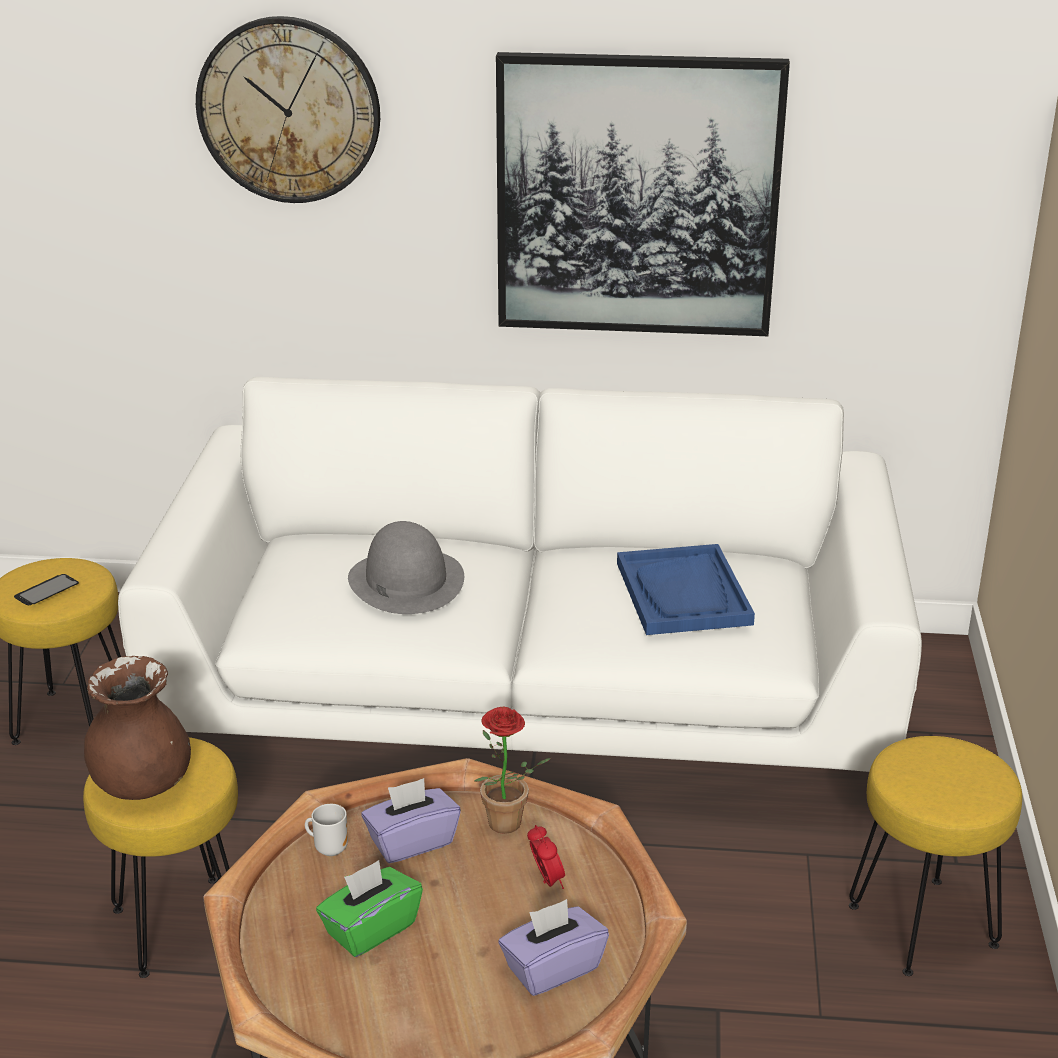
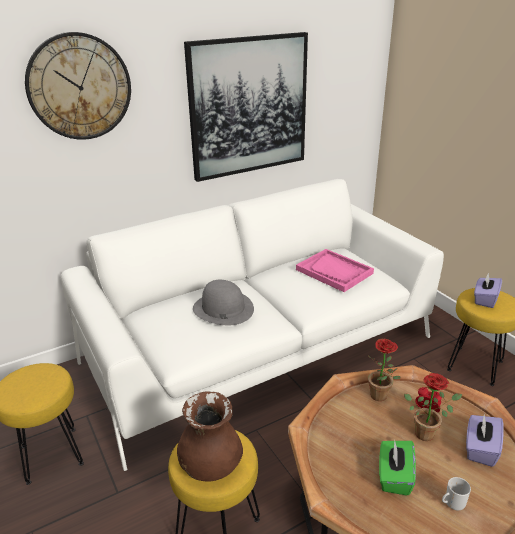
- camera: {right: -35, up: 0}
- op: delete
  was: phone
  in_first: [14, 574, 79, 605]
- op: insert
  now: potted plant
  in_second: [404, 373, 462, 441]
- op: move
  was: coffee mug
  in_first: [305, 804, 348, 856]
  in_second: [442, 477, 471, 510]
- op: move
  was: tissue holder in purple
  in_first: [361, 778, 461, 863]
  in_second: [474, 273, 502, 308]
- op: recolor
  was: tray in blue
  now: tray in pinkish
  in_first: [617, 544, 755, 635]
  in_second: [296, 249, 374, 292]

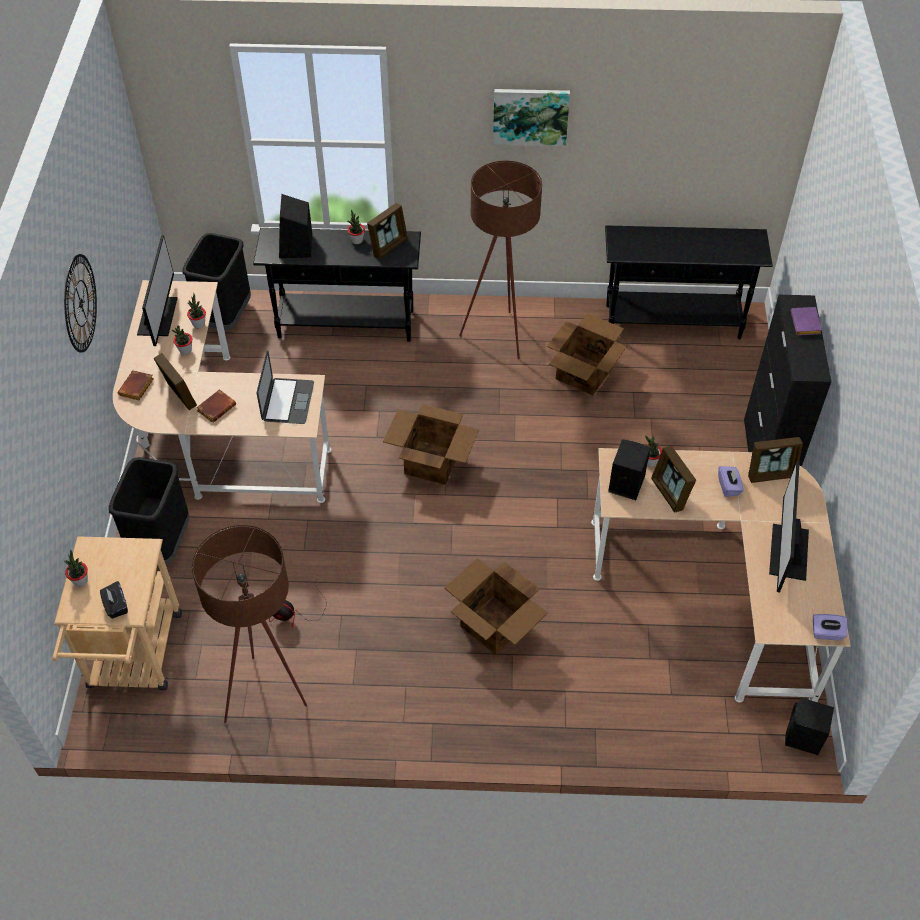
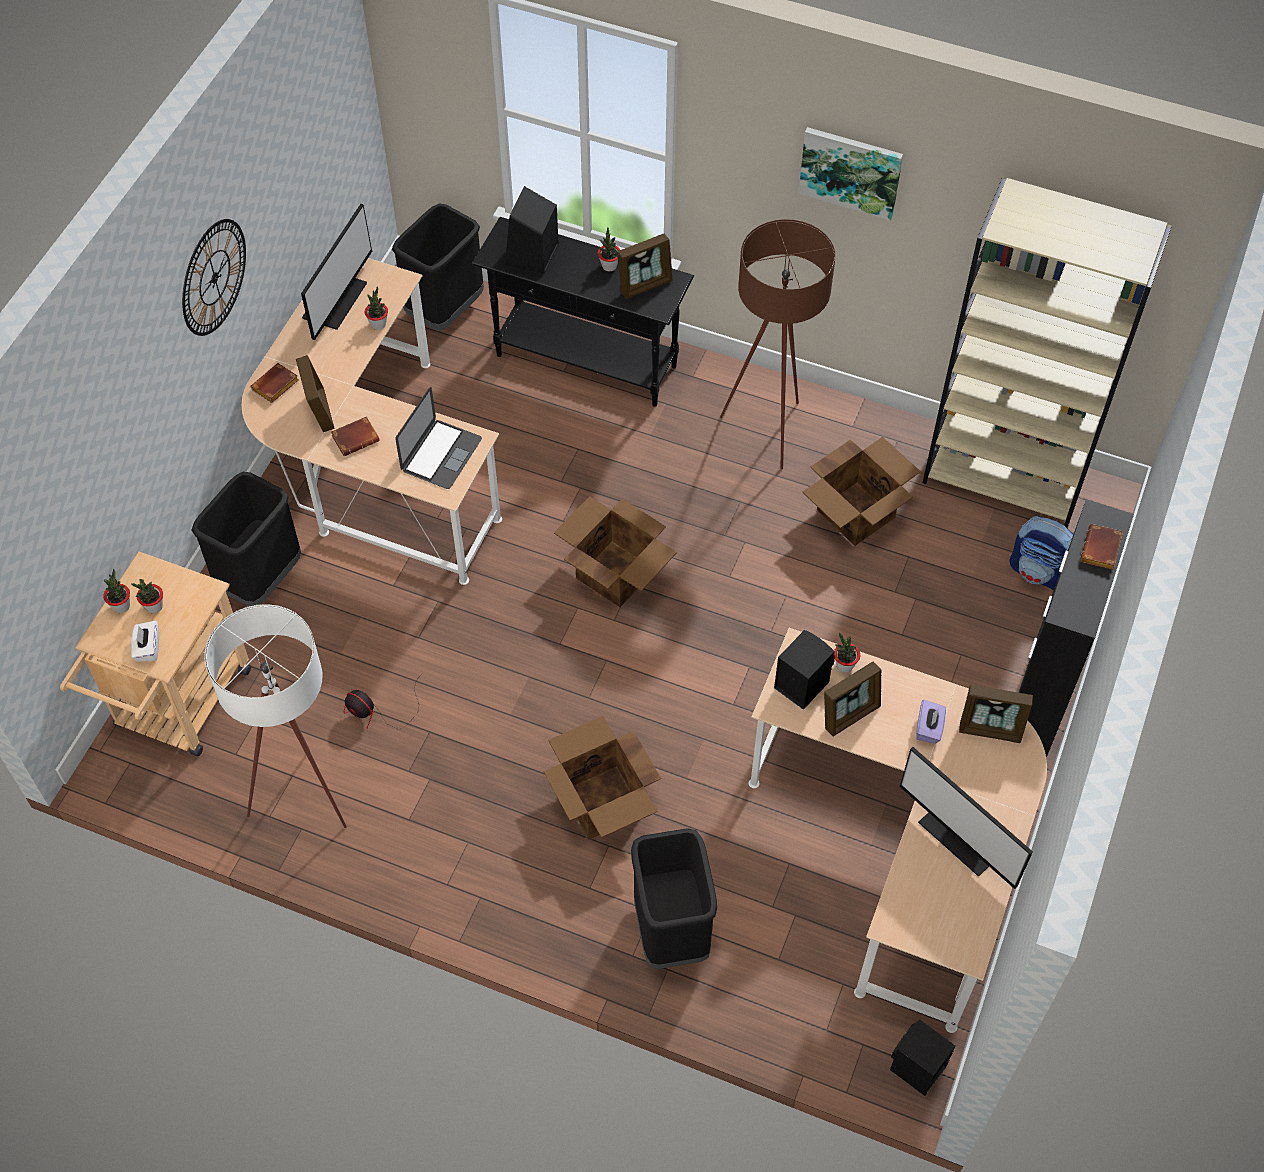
- camera: {right: 20, up: 5}
- op: delete
  was: tissue holder in purple
  in_first: [813, 614, 847, 640]
- op: insert
  now: waste bin in black
  in_second: [631, 828, 717, 969]
- op: insert
  now: rucksack
  in_second: [1009, 516, 1073, 590]
- op: move
  was: potted plant
  in_first: [172, 326, 192, 355]
  in_second: [131, 579, 163, 613]
- op: replace
  was: console table in black
  now: shelving unit in sand-coloured
  in_first: [605, 225, 773, 339]
  in_second: [922, 178, 1172, 528]
- op: recolor
  was: tissue holder in black
  now: tissue holder in white
  in_first: [100, 581, 128, 618]
  in_second: [131, 620, 159, 662]
- op: recolor
  was: standard lamp in brown-coloured
  now: standard lamp in white
  in_first: [192, 525, 307, 723]
  in_second: [204, 604, 347, 828]
- op: recolor
  was: book in purple
  now: book in brown-coloured
  in_first: [791, 307, 822, 335]
  in_second: [1080, 524, 1123, 570]
- op: rotate
  was: picture frame
  in_first: [651, 446, 696, 512]
  in_second: [824, 661, 881, 737]
  clockwise: -120
- op: rotate
  was: computer display
  in_first: [769, 461, 809, 592]
  in_second: [900, 747, 1033, 889]
  clockwise: -75

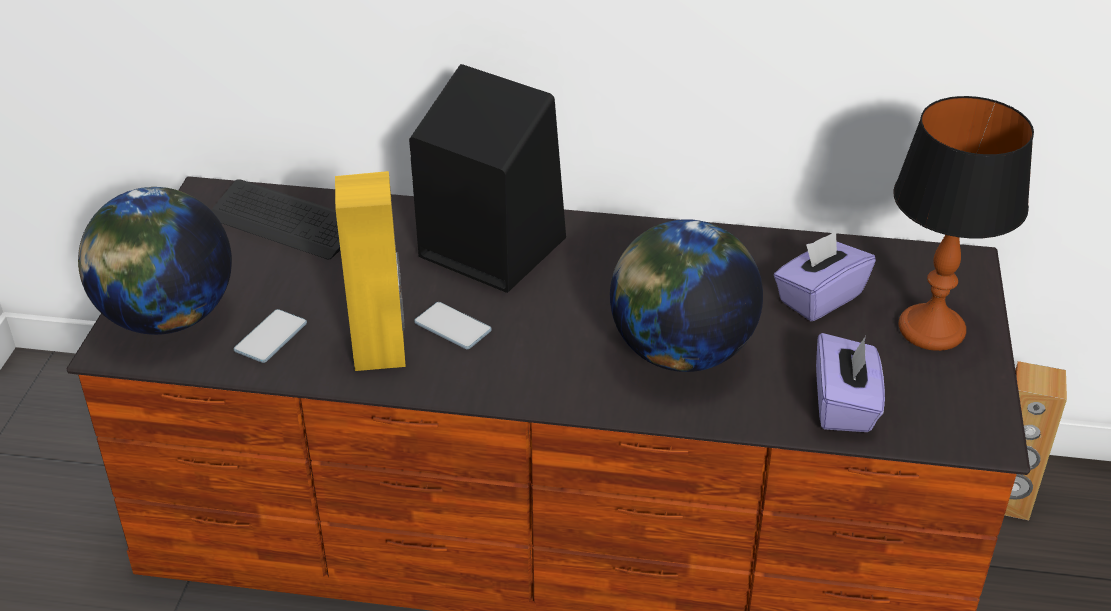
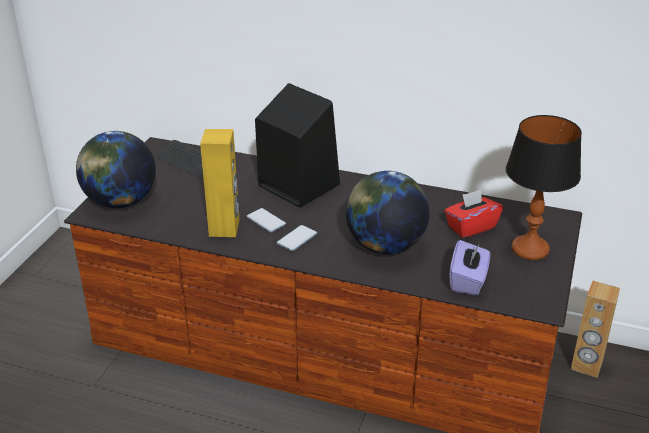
- camera: {right: 10, up: -5}
- op: move
  was: phone
  in_first: [234, 309, 307, 363]
  in_second: [277, 225, 317, 251]
- op: recolor
  was: tissue holder in purple
  now: tissue holder in reddish
  in_first: [774, 231, 876, 321]
  in_second: [444, 190, 503, 238]

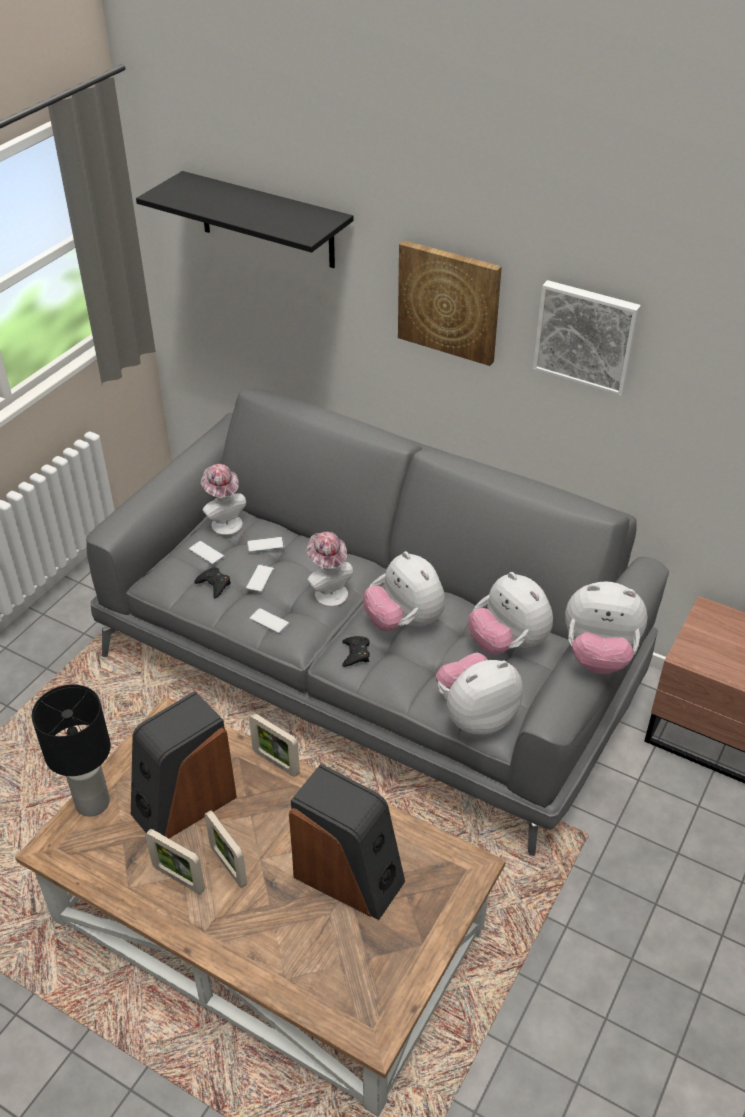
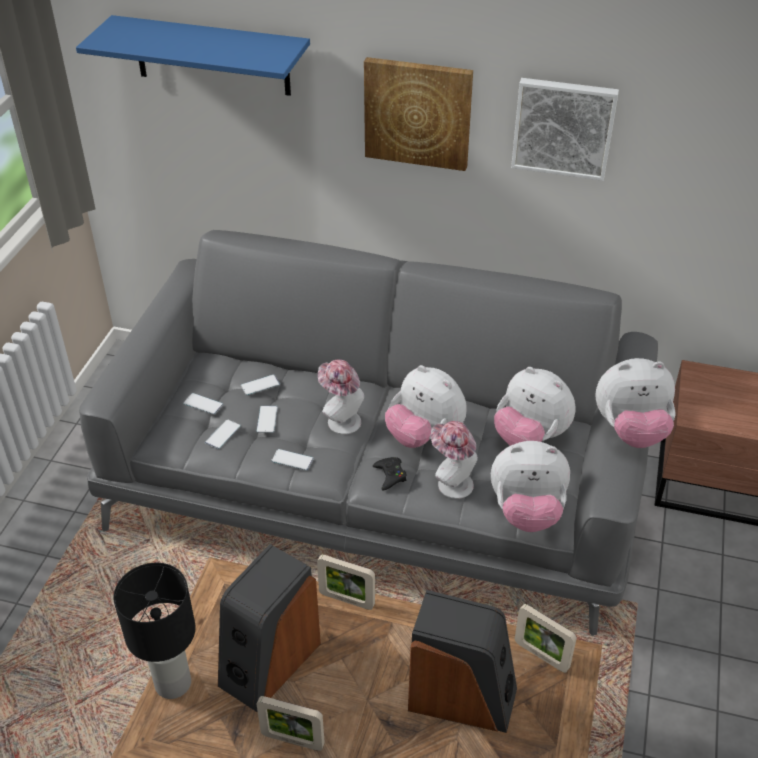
- camera: {right: -15, up: 0}
- op: move
  was: hat
  in_first: [201, 464, 246, 535]
  in_second: [431, 421, 478, 499]
- op: move
  was: picture frame
  in_first: [205, 810, 247, 888]
  in_second: [515, 604, 577, 673]
- op: replace
  was: gamepad in black
  now: phone
  in_first: [194, 567, 231, 598]
  in_second: [205, 419, 241, 449]
- op: recolor
  was: shelf in black
  now: shelf in blue
  in_first: [136, 171, 353, 268]
  in_second: [76, 15, 310, 96]
- op: rotate
  was: cuddly toy
  in_first: [436, 653, 523, 735]
  in_second: [491, 441, 570, 532]
  clockwise: -135

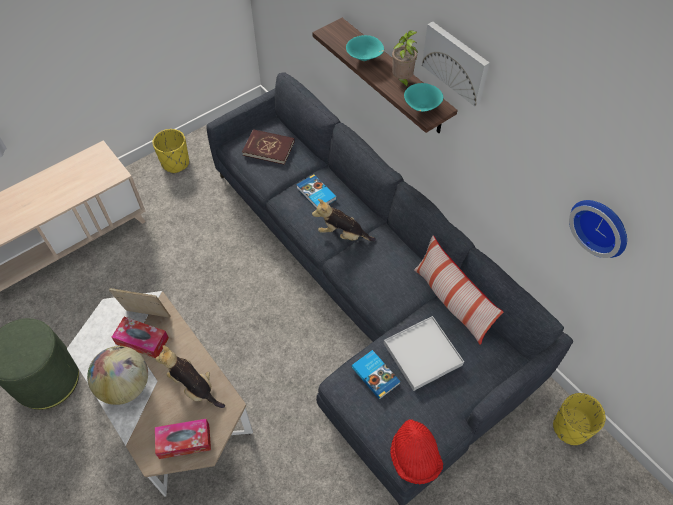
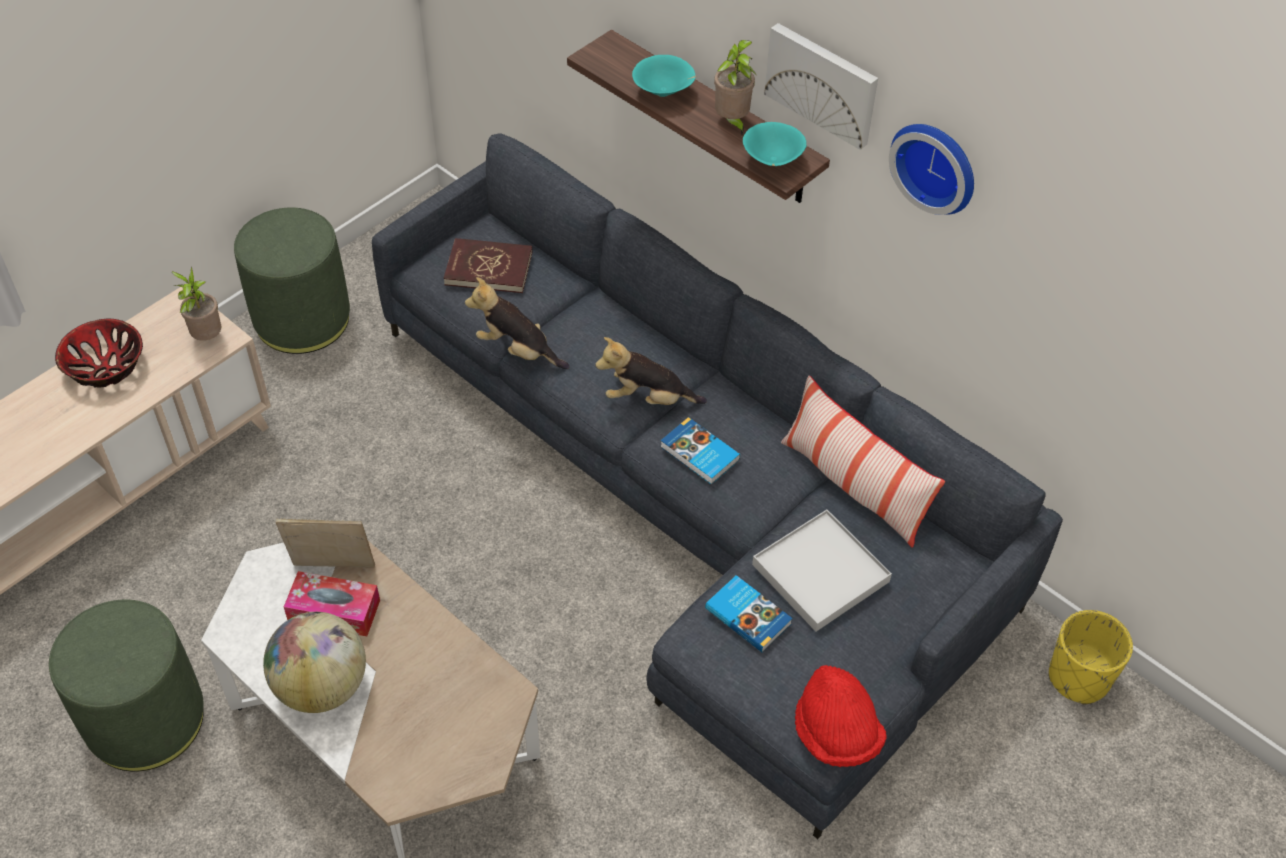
- camera: {right: -10, up: -5}
- op: delete
  was: tissue holder
  in_first: [155, 419, 211, 459]
- op: insert
  now: serving bowl
  in_second: [55, 319, 143, 388]
- op: insert
  now: potted plant
  in_second: [172, 267, 221, 341]
- op: move
  was: cuddly toy
  in_first: [156, 345, 225, 408]
  in_second: [465, 277, 570, 369]
- op: move
  was: book
  in_first: [296, 174, 337, 209]
  in_second: [660, 417, 740, 485]
- op: move
  was: hanging clock
  in_first: [569, 200, 627, 258]
  in_second: [889, 124, 974, 215]
- op: replace
  was: planter in yellowish
  now: ottoman in greenish
  in_first: [152, 129, 189, 173]
  in_second: [234, 208, 350, 354]

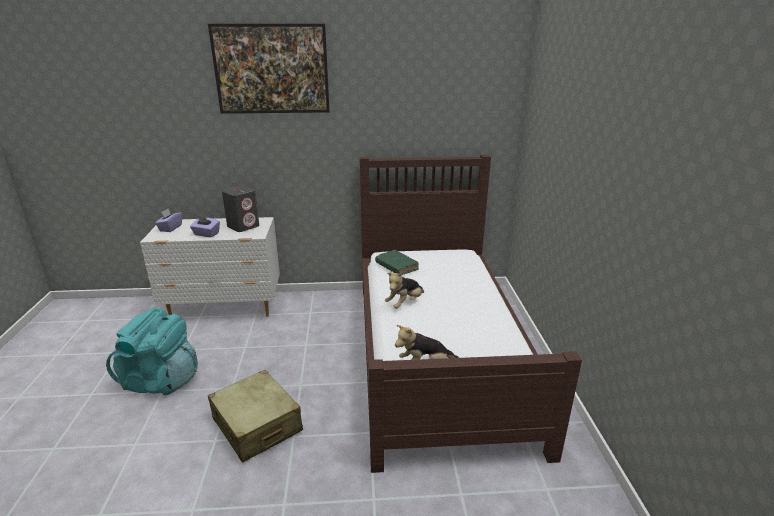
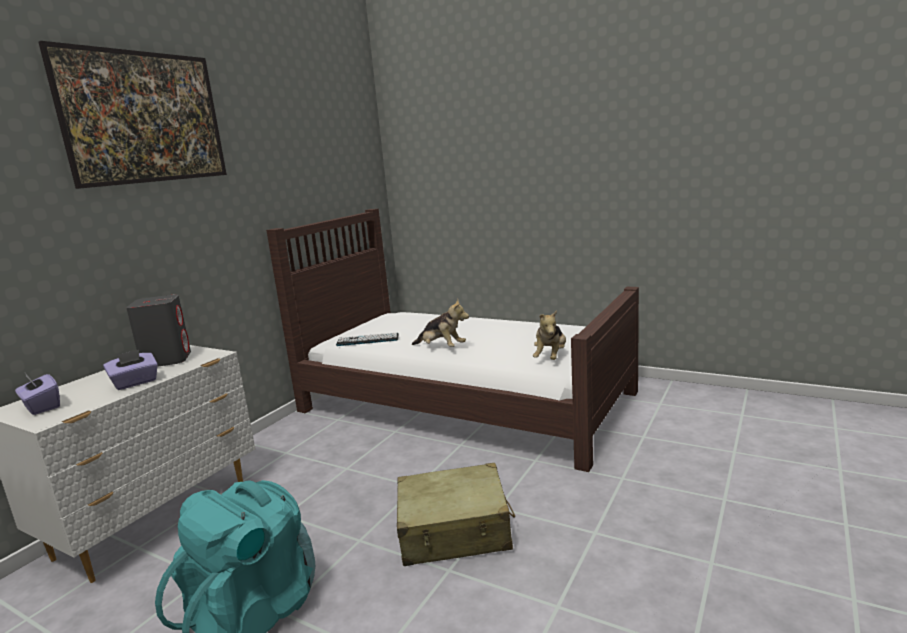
- camera: {right: -55, up: -10}
- op: replace
  was: book in greenish
  now: keyboard
  in_first: [375, 250, 419, 275]
  in_second: [336, 332, 399, 346]
- op: rotate
  was: cuddly toy
  in_first: [385, 272, 424, 308]
  in_second: [412, 299, 469, 347]
  clockwise: -45

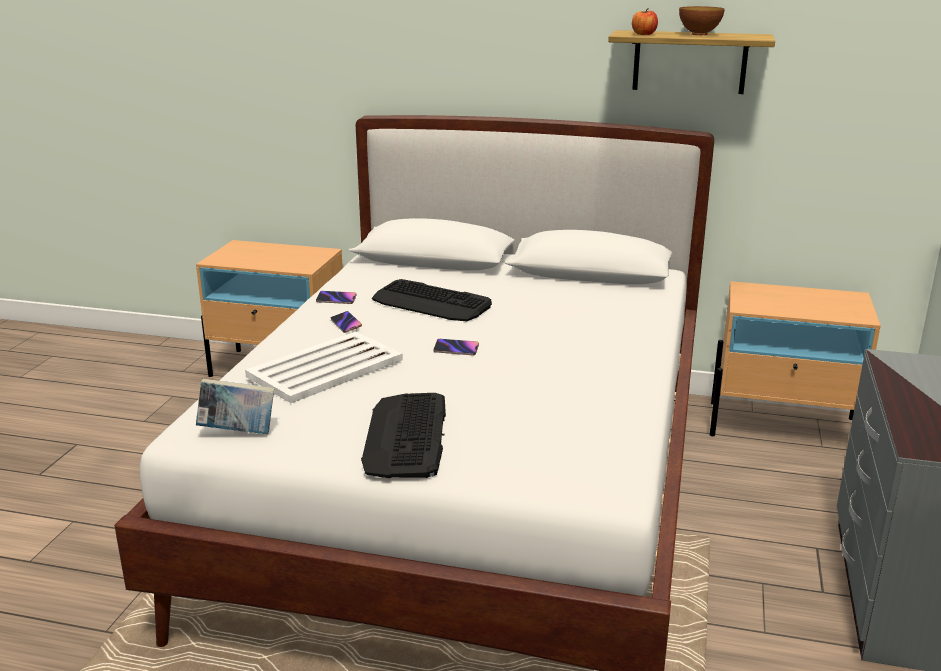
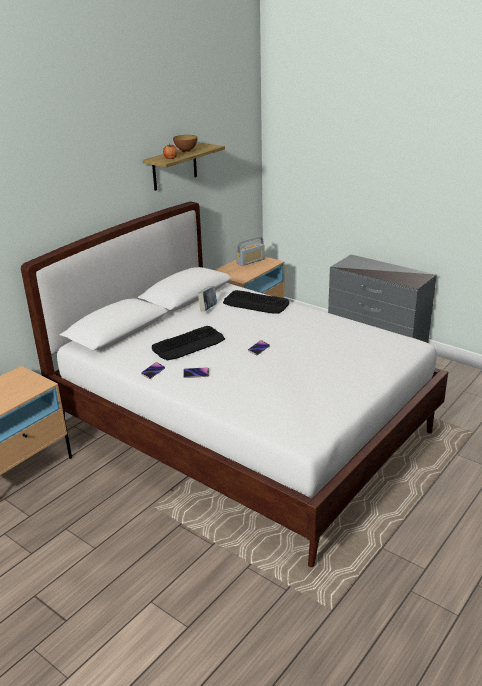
- camera: {right: -65, up: 5}
- op: delete
  was: tray in white
  in_first: [245, 331, 403, 403]
- op: insert
  now: radio set
  in_second: [236, 237, 265, 266]
- op: move
  was: book
  in_first: [196, 378, 274, 434]
  in_second: [198, 286, 217, 311]
- op: move
  was: keyboard
  in_first: [361, 393, 446, 478]
  in_second: [223, 290, 290, 314]

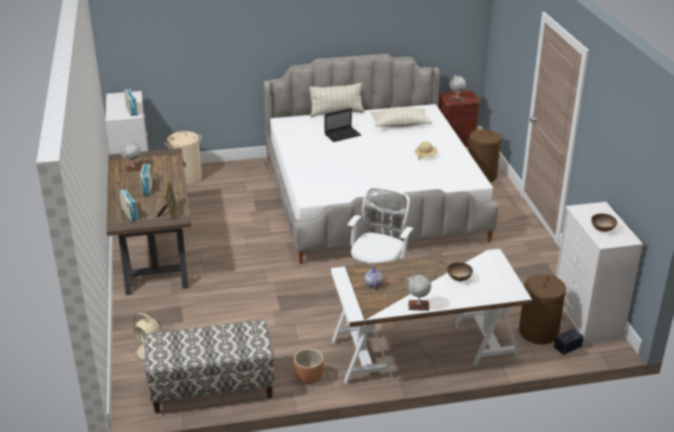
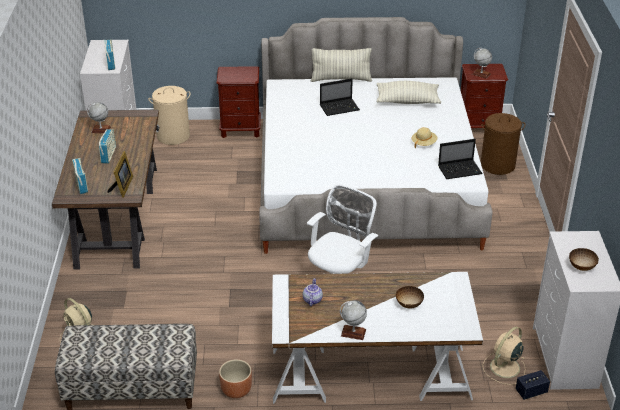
- camera: {right: 10, up: 5}
- op: insert
  now: nightstand in brown-coloured
  in_second: [216, 66, 261, 138]
- op: insert
  now: laptop
  in_second: [438, 139, 483, 179]
- op: replace
  was: hamper in brown-coloured
  now: electric fan in sand-coloured
  in_first: [519, 274, 566, 344]
  in_second: [483, 327, 525, 385]

